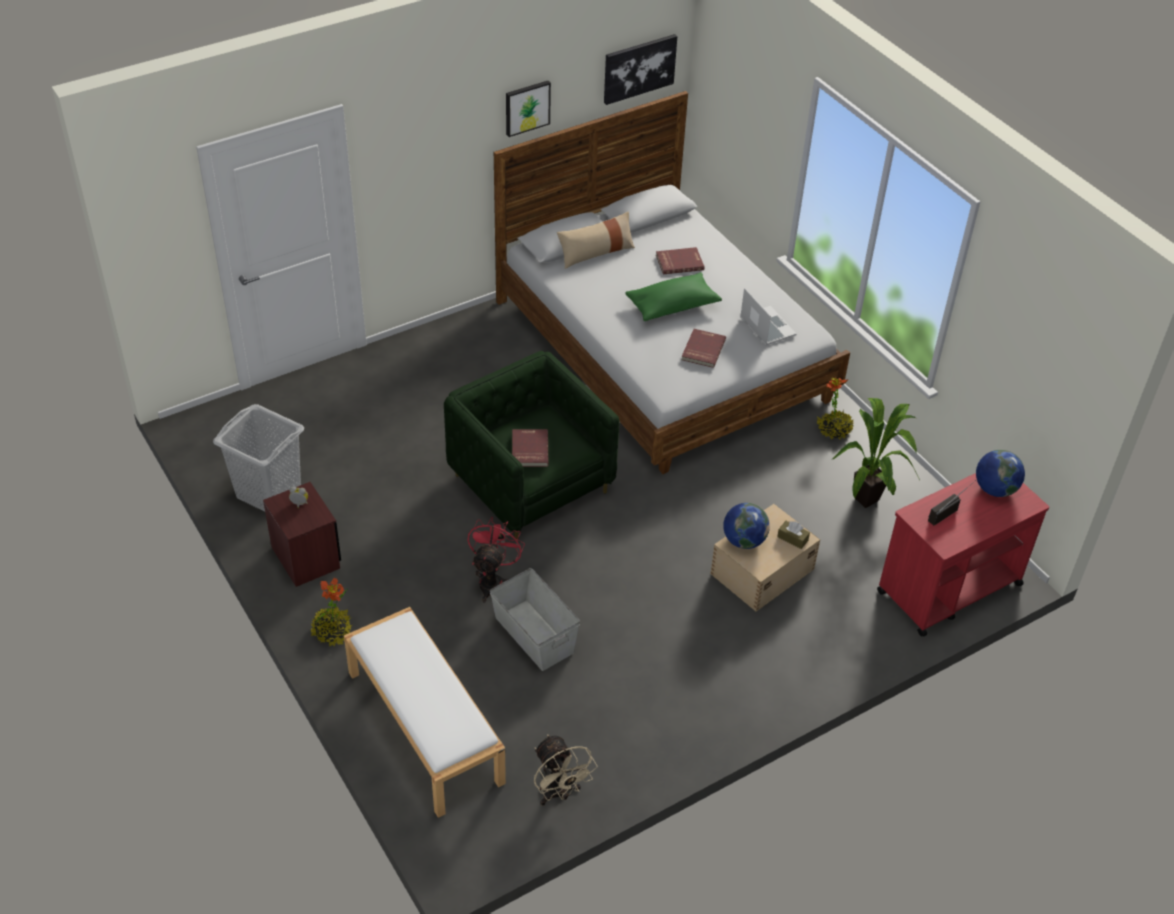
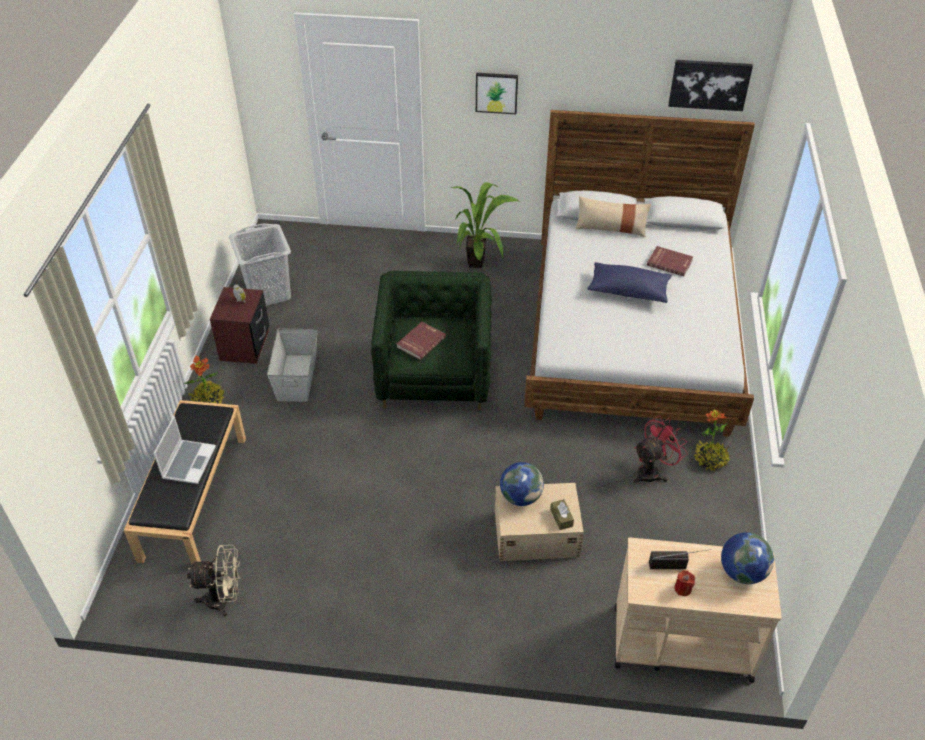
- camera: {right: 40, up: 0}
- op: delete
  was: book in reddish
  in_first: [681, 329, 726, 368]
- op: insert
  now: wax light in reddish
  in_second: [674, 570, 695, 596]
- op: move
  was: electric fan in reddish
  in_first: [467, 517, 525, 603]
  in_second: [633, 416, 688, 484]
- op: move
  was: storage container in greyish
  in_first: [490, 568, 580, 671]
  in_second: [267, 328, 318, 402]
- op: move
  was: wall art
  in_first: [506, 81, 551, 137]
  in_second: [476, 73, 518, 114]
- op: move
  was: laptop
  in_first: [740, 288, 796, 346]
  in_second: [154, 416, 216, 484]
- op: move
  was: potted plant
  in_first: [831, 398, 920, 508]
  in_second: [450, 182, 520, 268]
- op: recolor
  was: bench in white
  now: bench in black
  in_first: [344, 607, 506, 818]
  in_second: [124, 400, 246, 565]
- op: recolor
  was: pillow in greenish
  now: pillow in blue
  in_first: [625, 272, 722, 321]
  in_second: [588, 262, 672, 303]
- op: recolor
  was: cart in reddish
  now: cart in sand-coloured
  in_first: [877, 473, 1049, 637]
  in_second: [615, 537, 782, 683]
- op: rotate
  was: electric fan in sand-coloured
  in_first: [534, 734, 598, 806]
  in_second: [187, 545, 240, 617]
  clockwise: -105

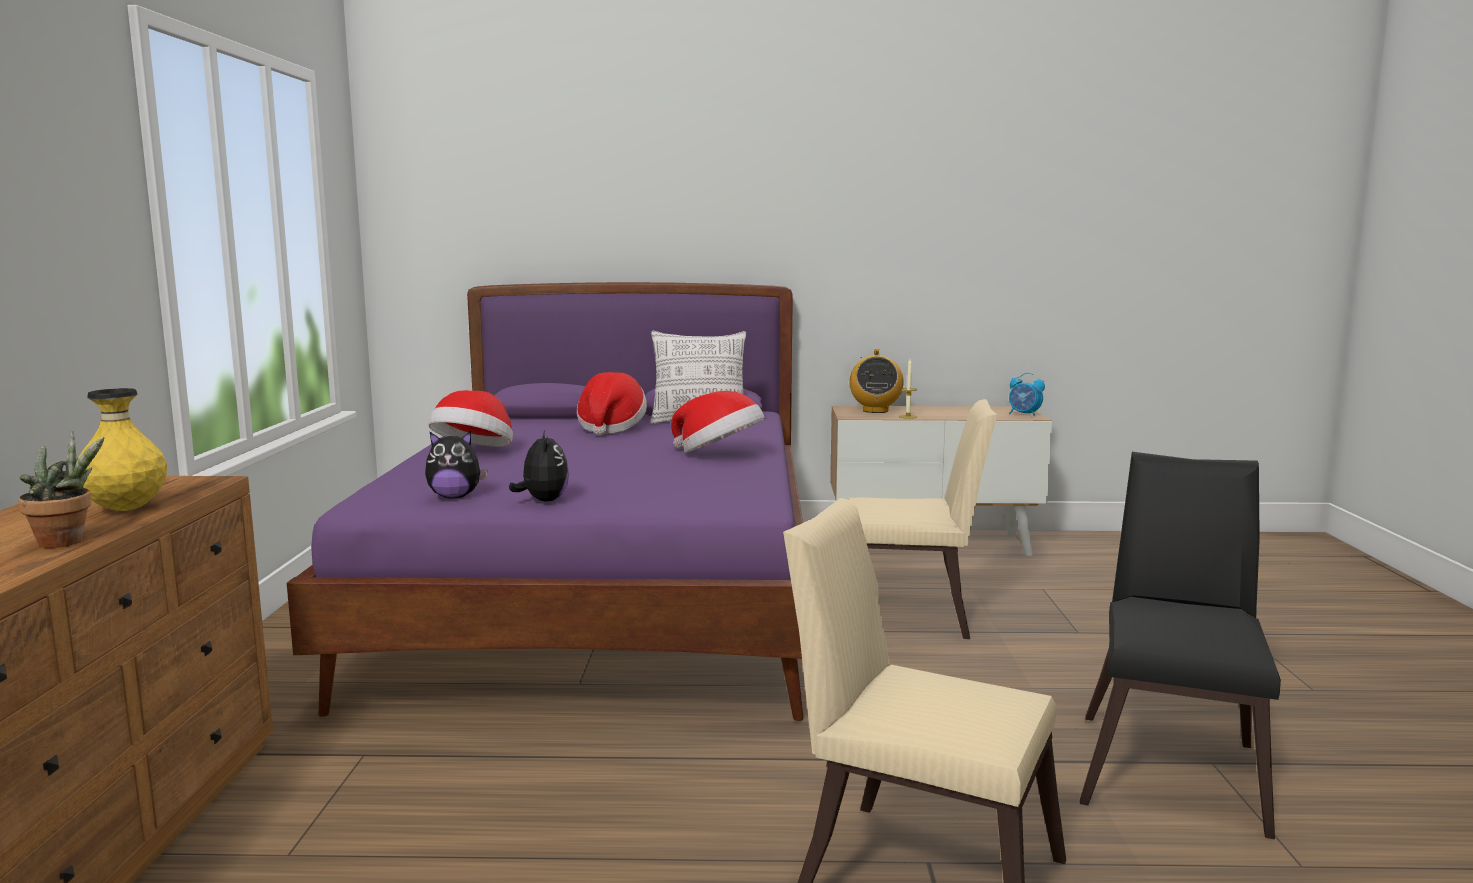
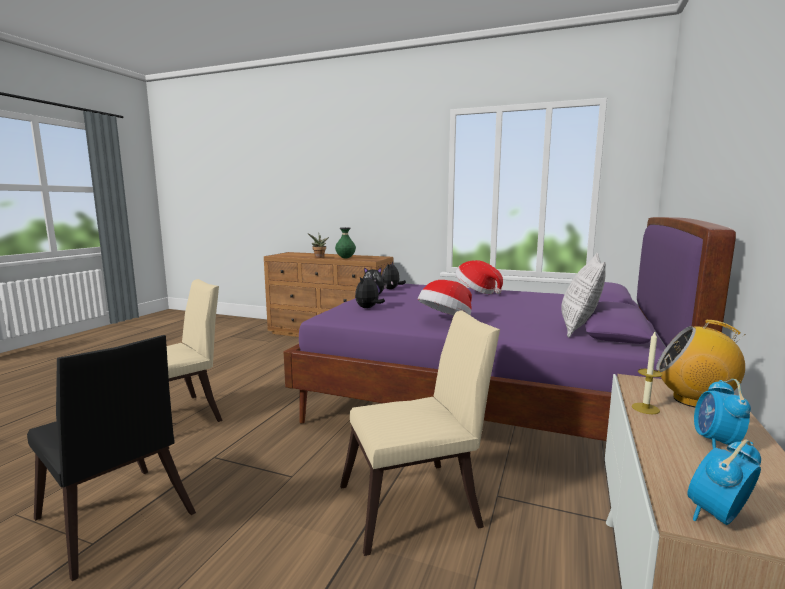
- camera: {right: 110, up: 0}
- op: delete
  was: hat
  in_first: [577, 372, 647, 435]
- op: insert
  now: cuddly toy
  in_second: [355, 274, 385, 308]
- op: insert
  now: alarm clock
  in_second: [694, 379, 751, 449]
- op: recolor
  was: vase in yellowish
  now: vase in greenish
  in_first: [78, 388, 167, 511]
  in_second: [335, 227, 356, 259]
- op: rotate
  was: chair in sand-coloured
  in_first: [848, 399, 997, 639]
  in_second: [340, 310, 500, 556]
  clockwise: -135

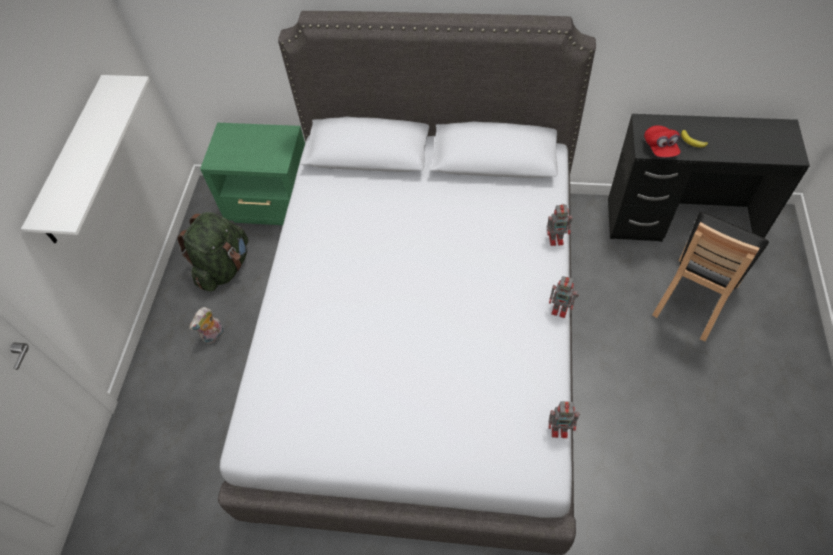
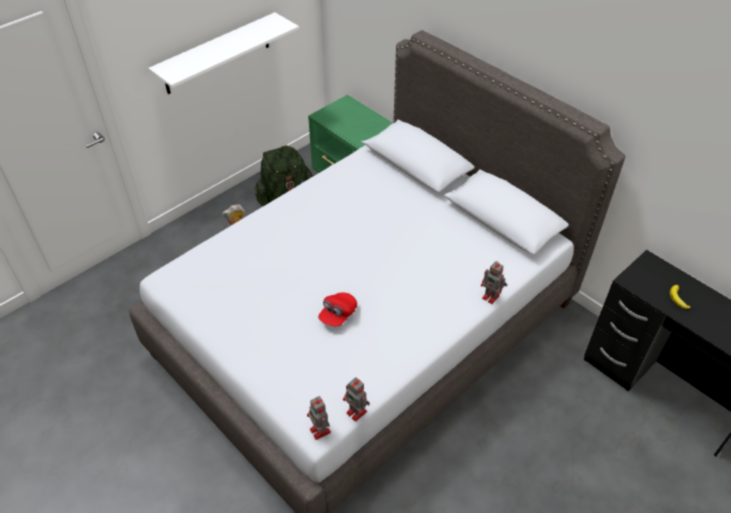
- camera: {right: 35, up: -10}
- op: delete
  was: chair in brown-coloured
  in_first: [652, 212, 769, 341]
- op: move
  was: robot figure
  in_first: [549, 276, 579, 318]
  in_second: [307, 396, 331, 440]
- op: move
  was: cap in reddish
  in_first: [644, 125, 680, 158]
  in_second: [318, 293, 357, 326]

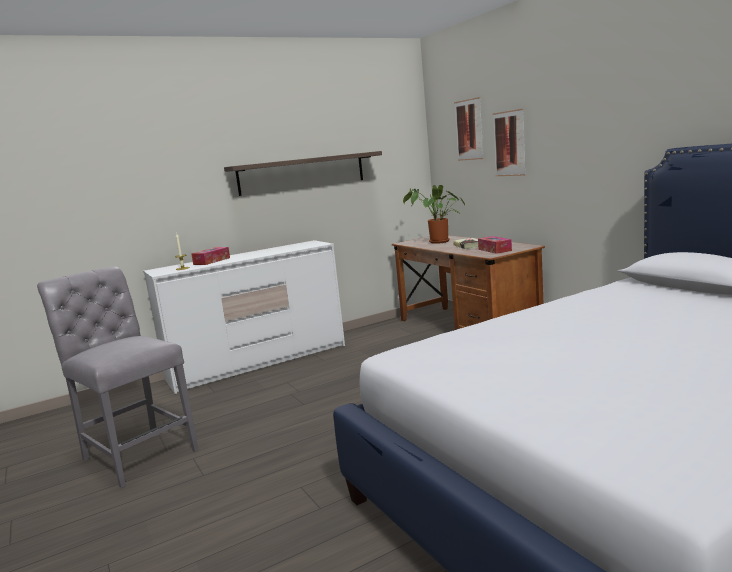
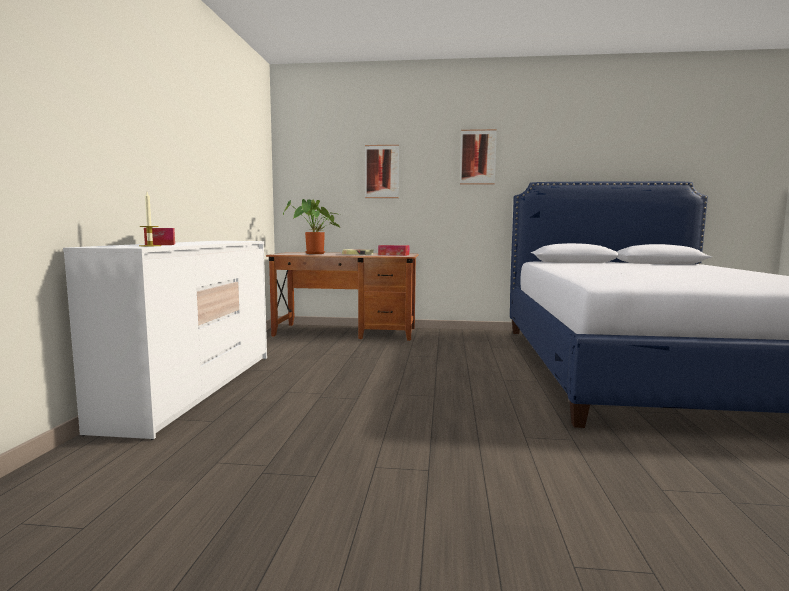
- camera: {right: -55, up: -5}
- op: delete
  was: chair in greyish
  in_first: [37, 266, 199, 488]
- op: delete
  was: shelf
  in_first: [224, 151, 382, 196]
- op: move
  was: wall art
  in_first: [454, 97, 484, 161]
  in_second: [460, 129, 497, 184]

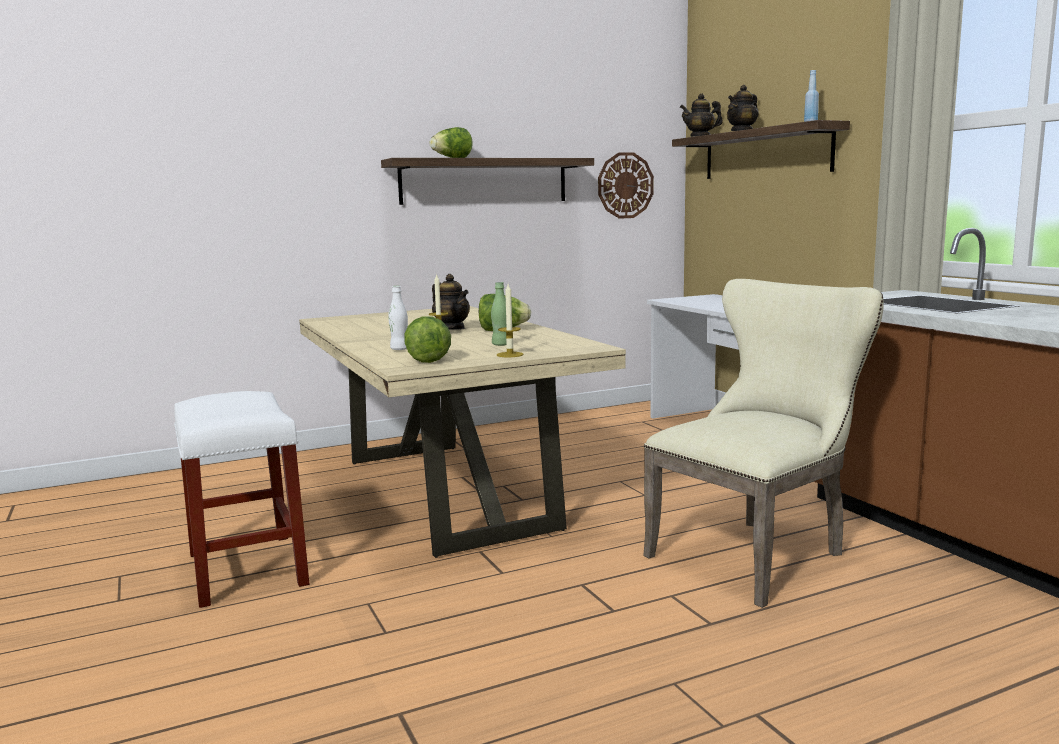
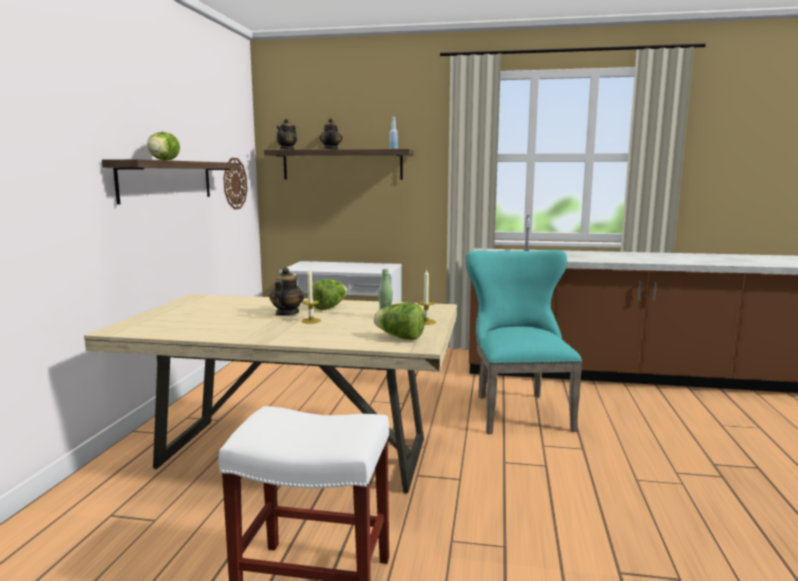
- camera: {right: -55, up: 0}
- op: delete
  was: beverage bottle in white
  in_first: [388, 286, 408, 350]
- op: recolor
  was: chair in sand-coloured
  now: chair in turquoise-coloured
  in_first: [643, 279, 884, 608]
  in_second: [466, 250, 582, 434]
- op: rotate
  was: pot for tea
  in_first: [432, 274, 470, 330]
  in_second: [269, 267, 304, 316]
  clockwise: -75

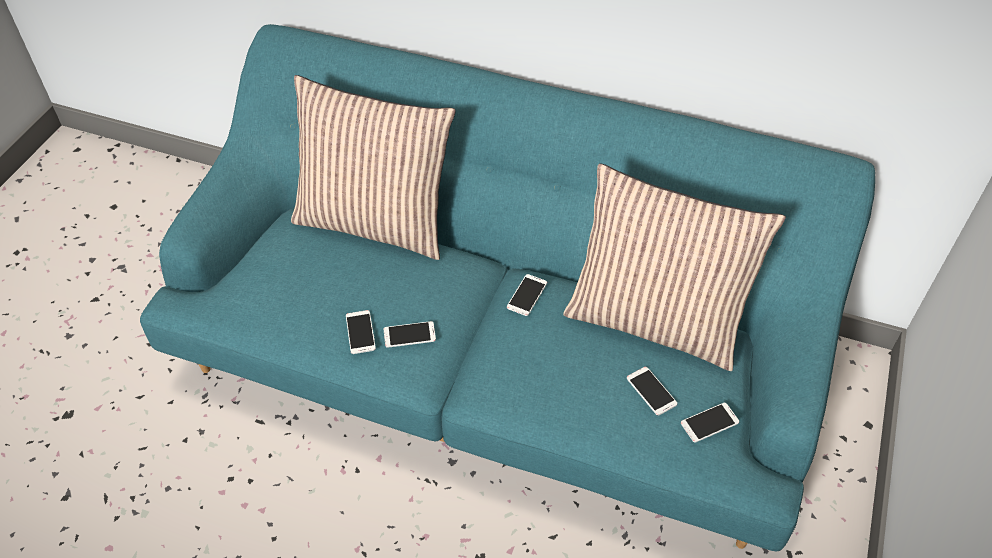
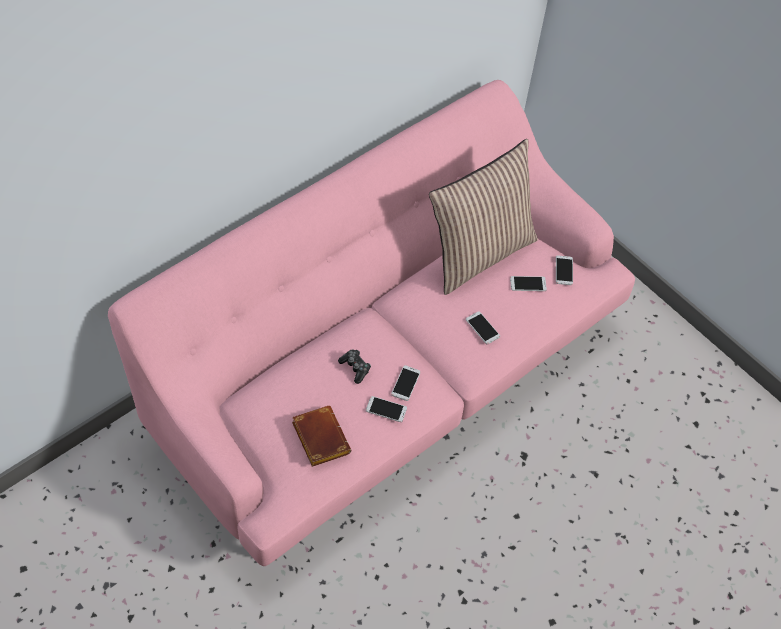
- camera: {right: -65, up: 5}
- op: delete
  was: pillow
  in_first: [291, 75, 456, 260]
- op: insert
  now: book in brown-coloured
  in_second: [292, 406, 351, 467]
- op: insert
  now: gamepad
  in_second: [338, 350, 371, 384]
- op: move
  was: phone
  in_first: [507, 274, 547, 316]
  in_second: [466, 311, 500, 344]
- op: recolor
  was: couch in turquoise-coloured
  now: couch in pinkish
  in_first: [140, 24, 875, 552]
  in_second: [108, 80, 635, 566]

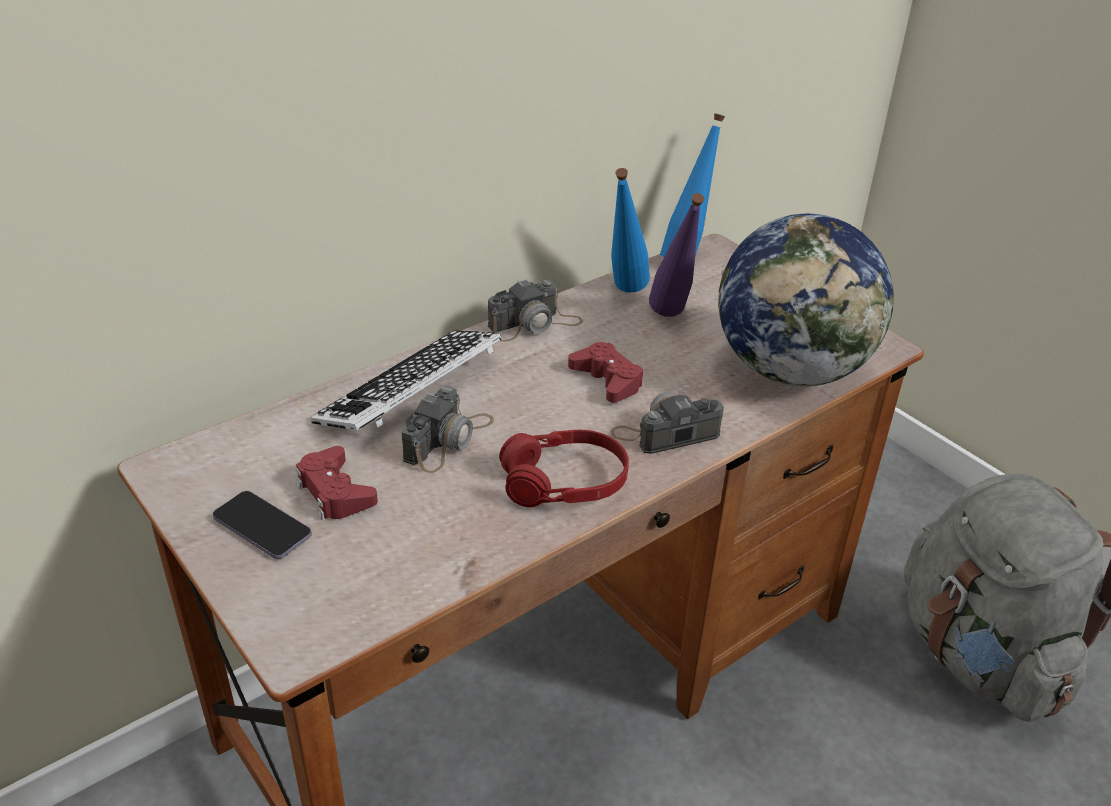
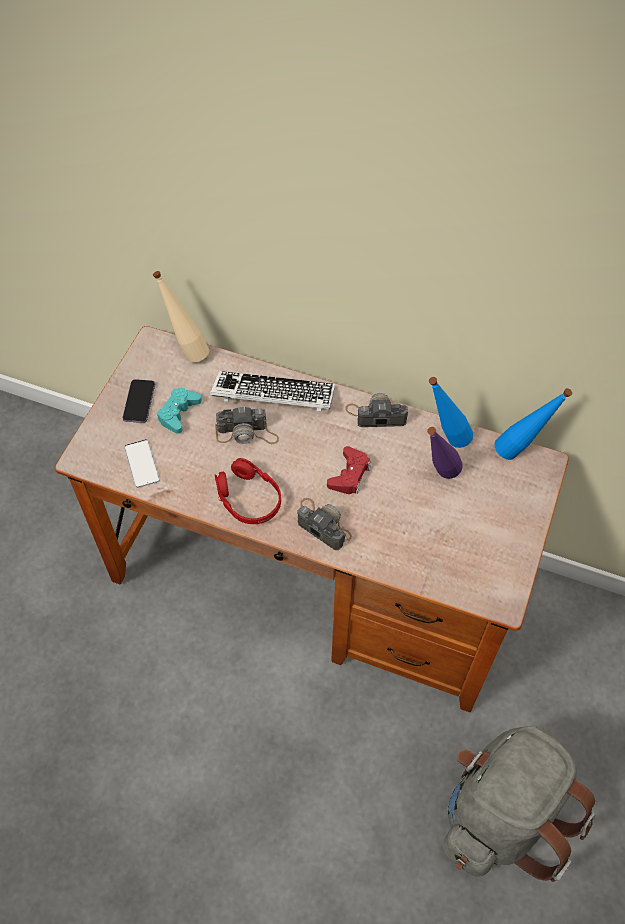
- camera: {right: 60, up: 20}
- op: delete
  was: desk globe
  in_first: [718, 213, 894, 386]
- op: insert
  now: phone
  in_second: [124, 439, 160, 488]
- op: insert
  now: beverage bottle in sand-coloured
  in_second: [153, 271, 210, 363]
- op: recolor
  was: gamepad in reddish
  now: gamepad in turquoise-coloured
  in_first: [296, 446, 378, 520]
  in_second: [157, 388, 202, 434]
- op: rotate
  was: still camera
  in_first: [488, 278, 583, 342]
  in_second: [345, 393, 408, 427]
  clockwise: 150

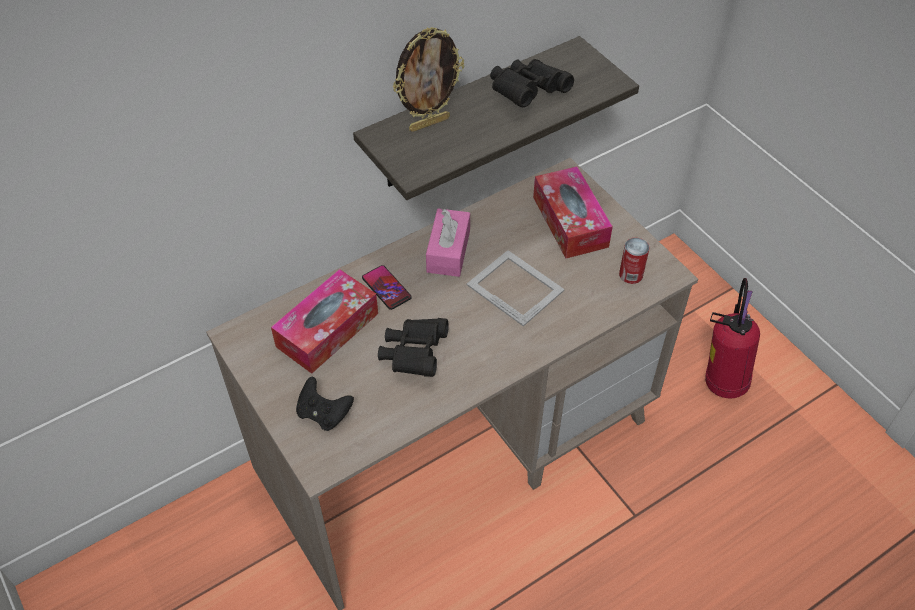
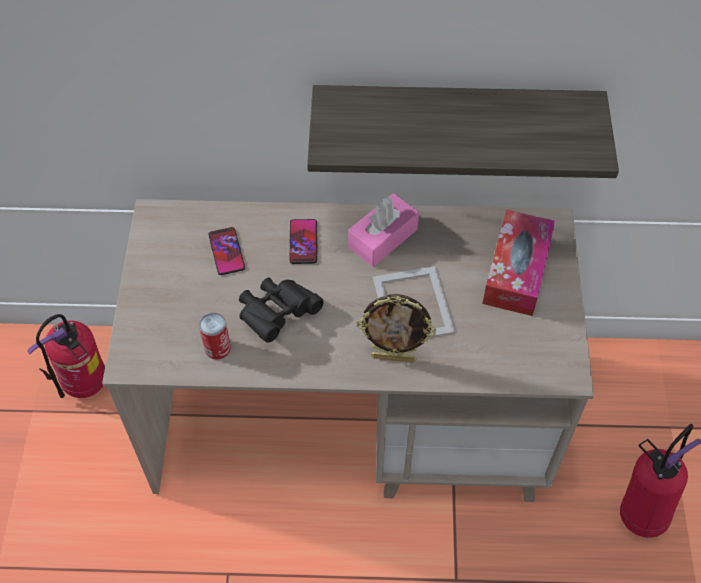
- camera: {right: 35, up: 5}
- op: delete
  was: gamepad in black
  in_first: [296, 377, 354, 431]
- op: delete
  was: pair of binoculars in black
  in_first: [490, 59, 574, 107]
- op: insert
  now: fire extinguisher
  in_second: [27, 314, 105, 398]
- op: move
  was: picture frame
  in_first: [393, 27, 464, 132]
  in_second: [356, 294, 436, 362]
- op: move
  was: can
  in_first: [619, 238, 650, 284]
  in_second: [199, 313, 231, 360]
- op: replace
  was: tissue holder
  now: phone
  in_first: [271, 269, 378, 374]
  in_second: [208, 227, 245, 275]

